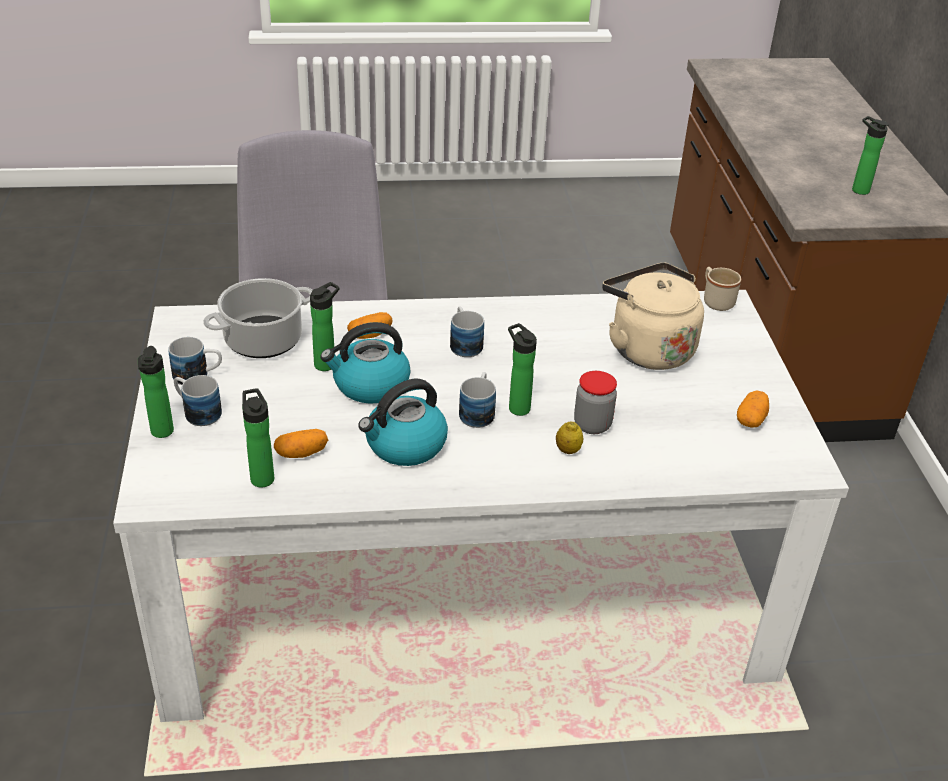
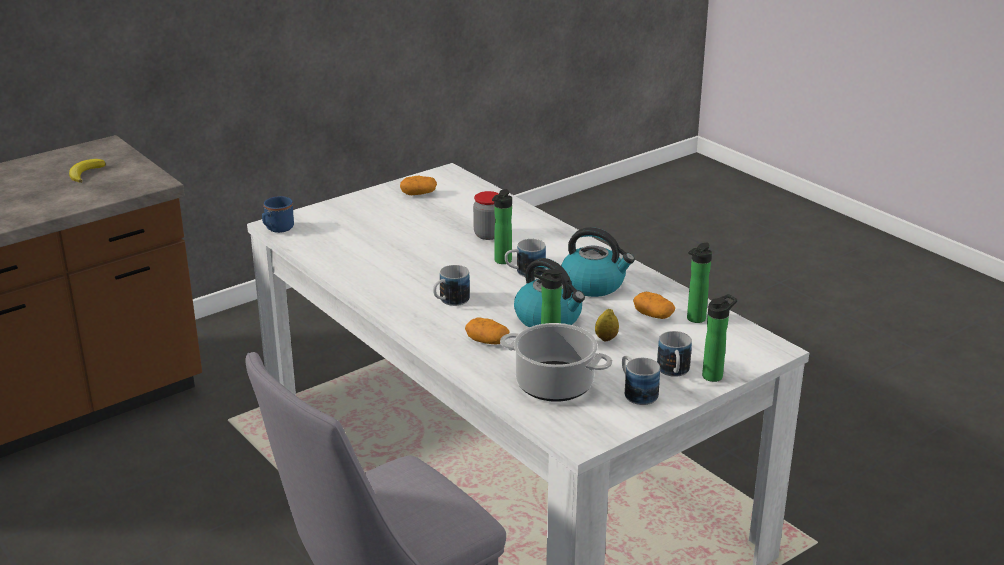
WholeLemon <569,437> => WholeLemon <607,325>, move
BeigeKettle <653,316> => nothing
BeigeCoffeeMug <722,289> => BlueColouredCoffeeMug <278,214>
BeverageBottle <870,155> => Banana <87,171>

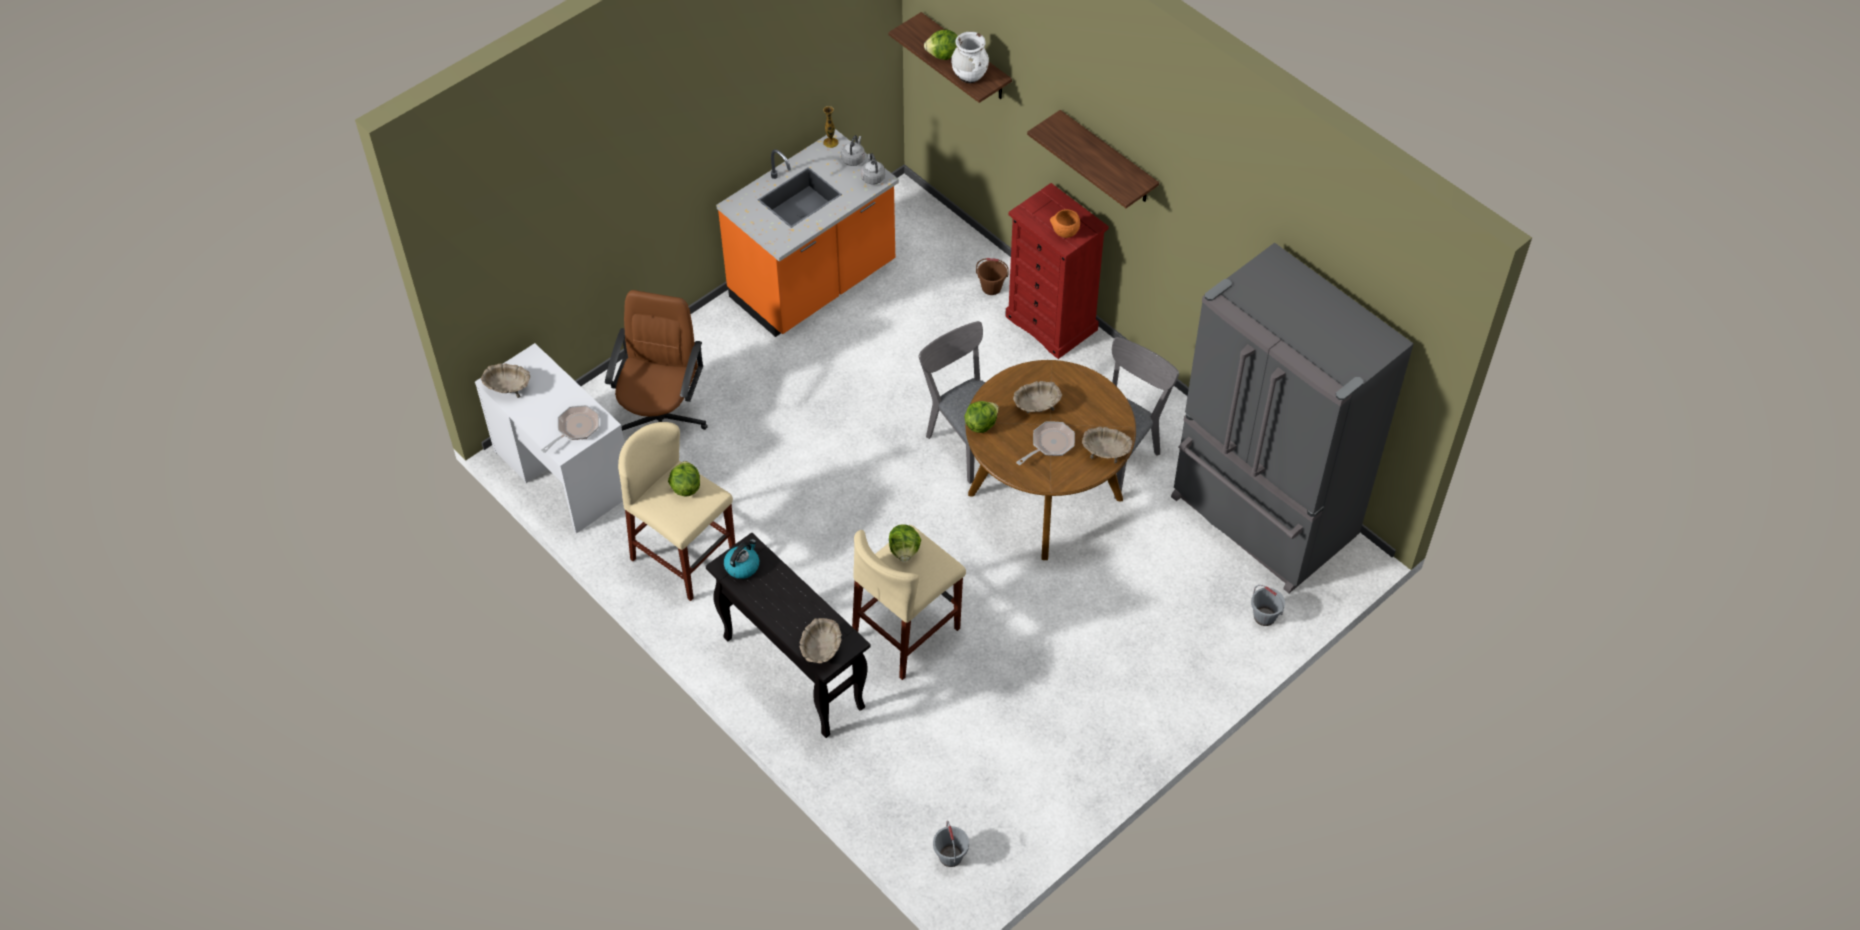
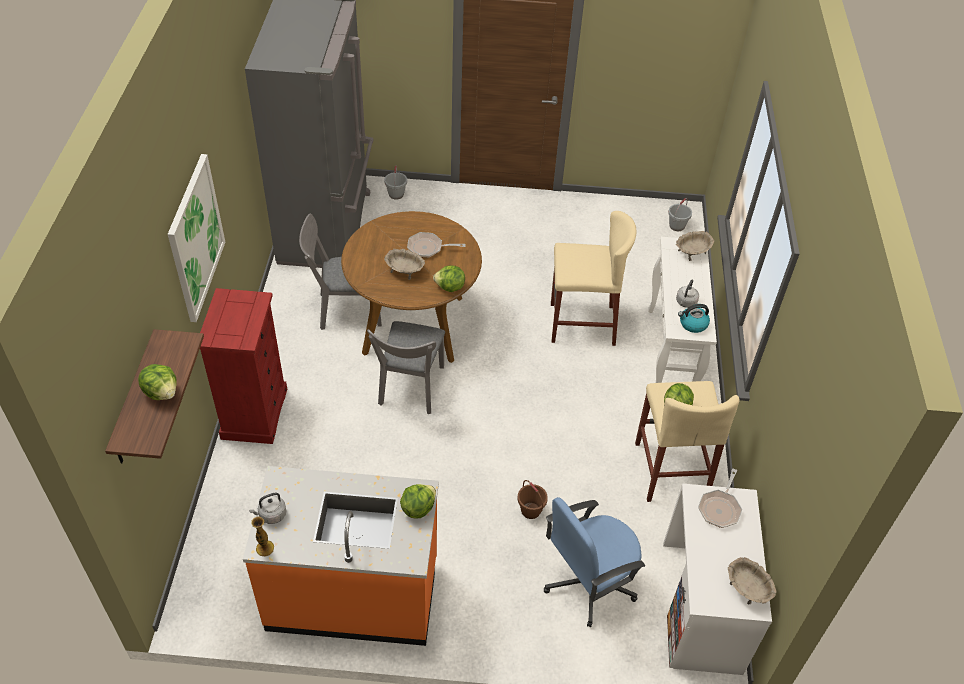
FryingPan <570,429> => FryingPan <720,498>, 60 degrees counterclockwise
BrownishOfficeChair <656,360> => BlueColouredOfficeChair <594,562>
BlackHallTable <788,635> => WhiteHallTable <682,310>
GrayKettle <873,169> => GrayKettle <687,293>, move
LettuceHead <905,543> => LettuceHead <418,501>, move
WhiteFlowerVase <970,57> => nothing
BrownishWaterBucket <992,276> => BrownishWaterBucket <532,499>, move
WallShelf <1093,159> => WallArt <196,238>
OrangeServingBowl <1065,223> => nothing
BeigeServingBowl <1107,445> => nothing

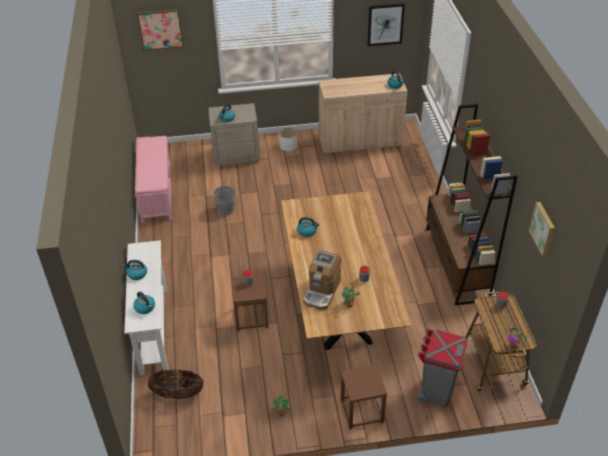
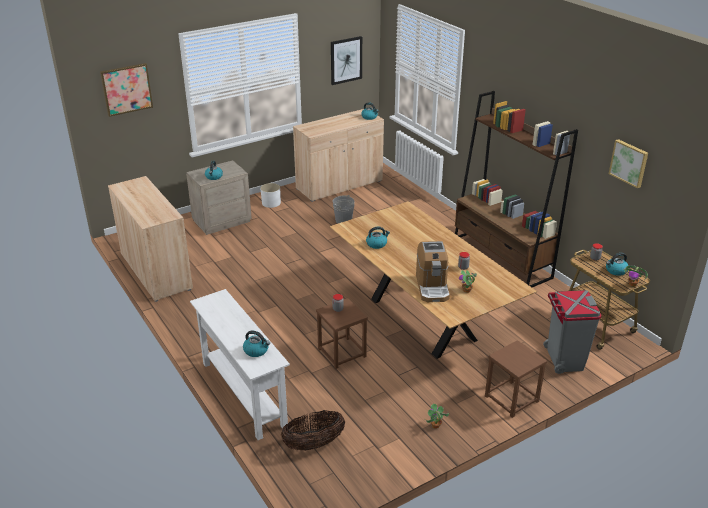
Kettle <134,270> => Kettle <617,264>, move
PinkishLongSeat <153,179> => BeigeStorageCabinet <150,239>
GrayWaterBucket <224,200> => GrayWaterBucket <344,209>, move

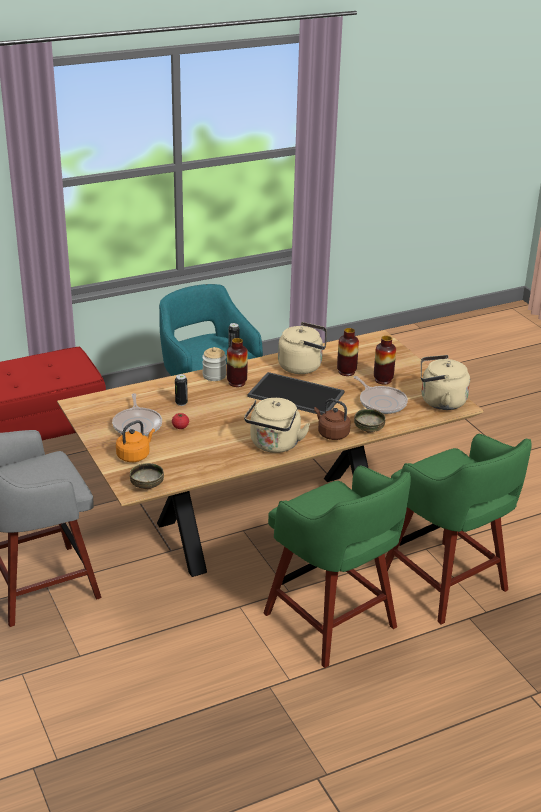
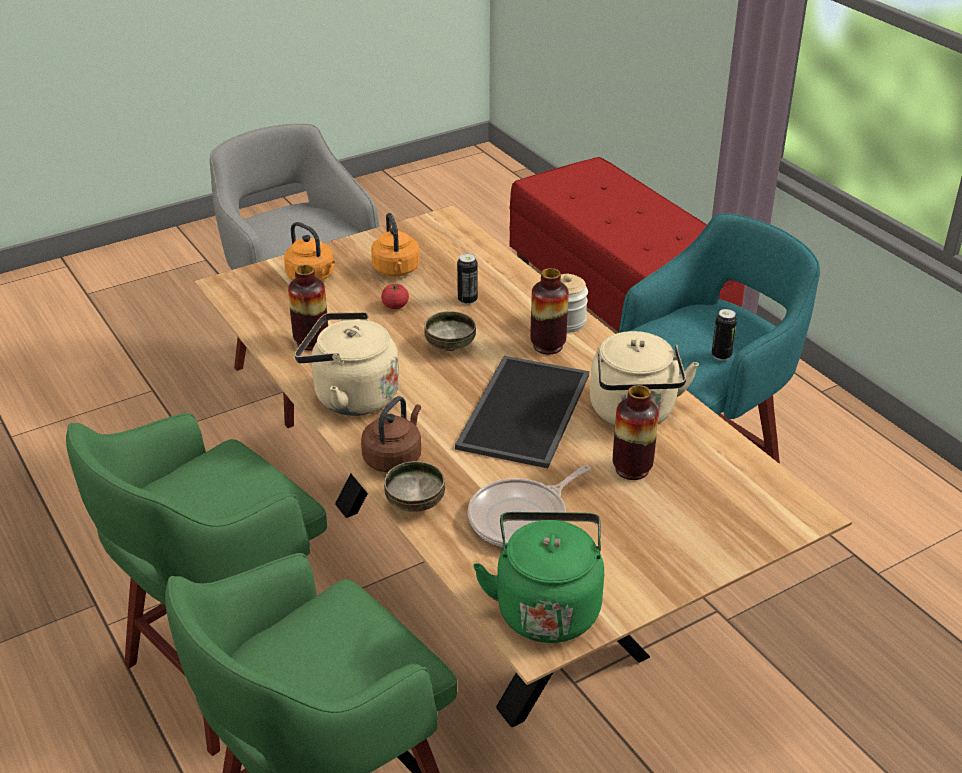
FryingPan <137,414> => OrangeKettle <395,245>
ServingBowl <147,476> => ServingBowl <450,331>, move
FlowerVase <385,360> => FlowerVase <308,308>, move
BeigeKettle <445,382> => GreenColouredKettle <538,577>

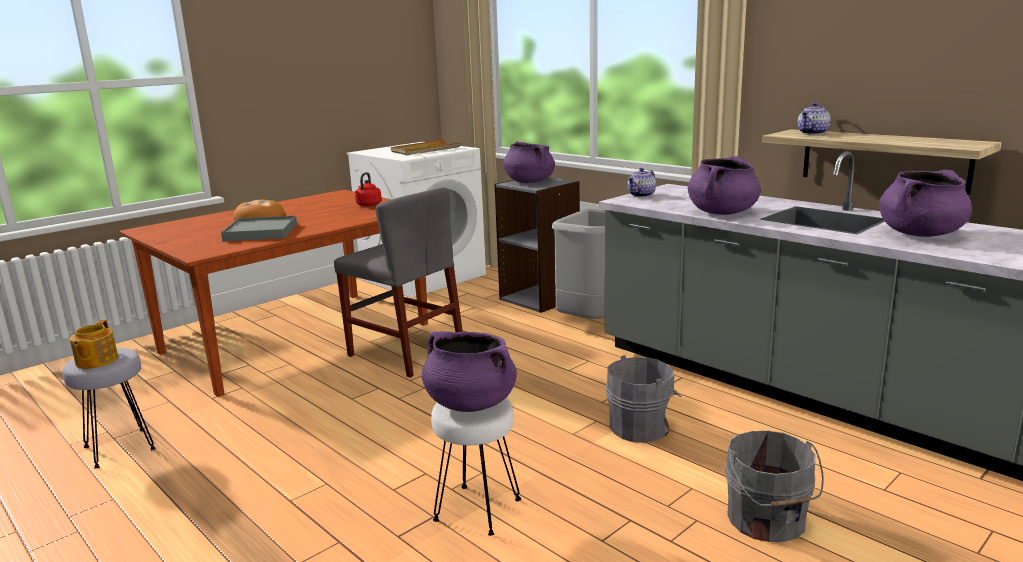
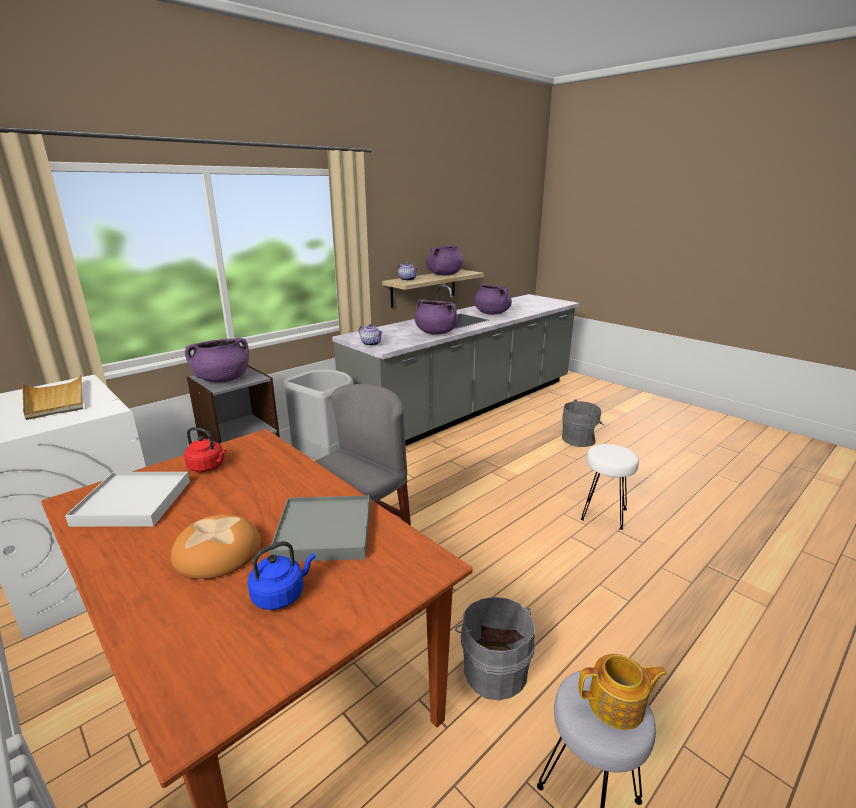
PurpleSaucepot <469,371> => PurpleSaucepot <445,260>, move
GrayWaterBucket <643,399> => GrayWaterBucket <495,648>, move
nothing => WhiteCarryingTray <127,499>
nothing => BlueColouredKettle <281,575>

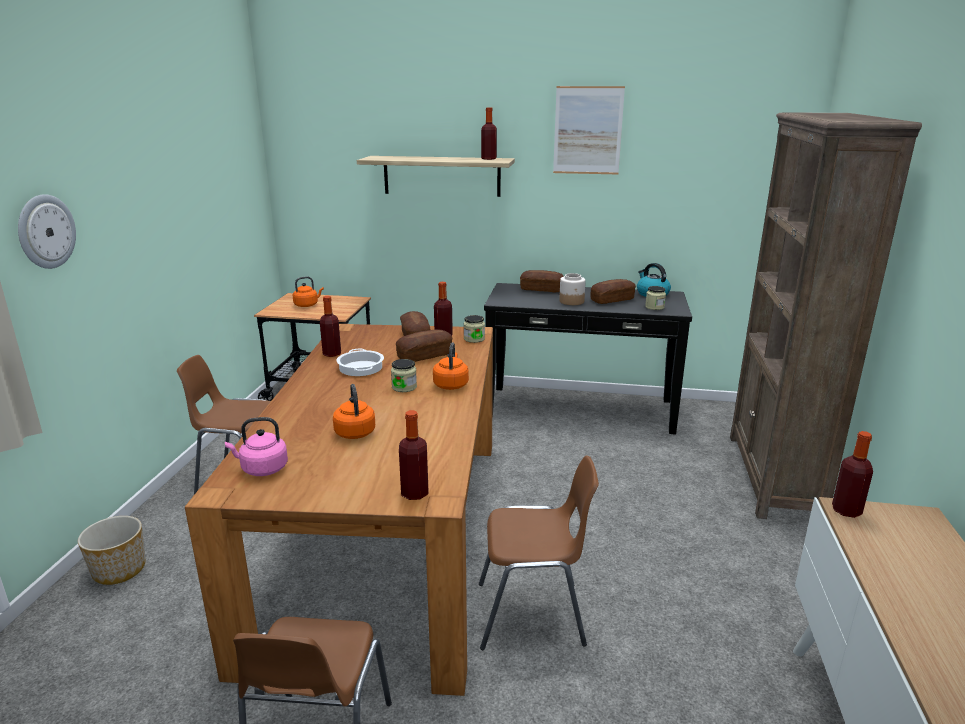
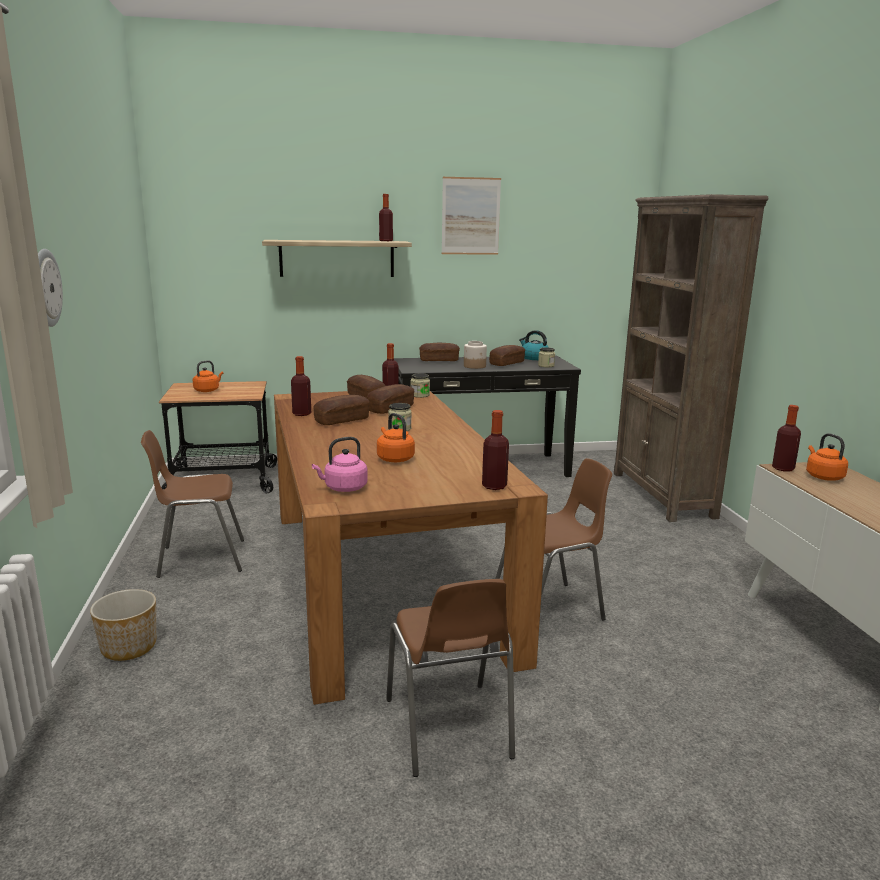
Saucepot <360,362> => BakeryBread <341,410>
OrangeKettle <451,366> => OrangeKettle <827,457>, move

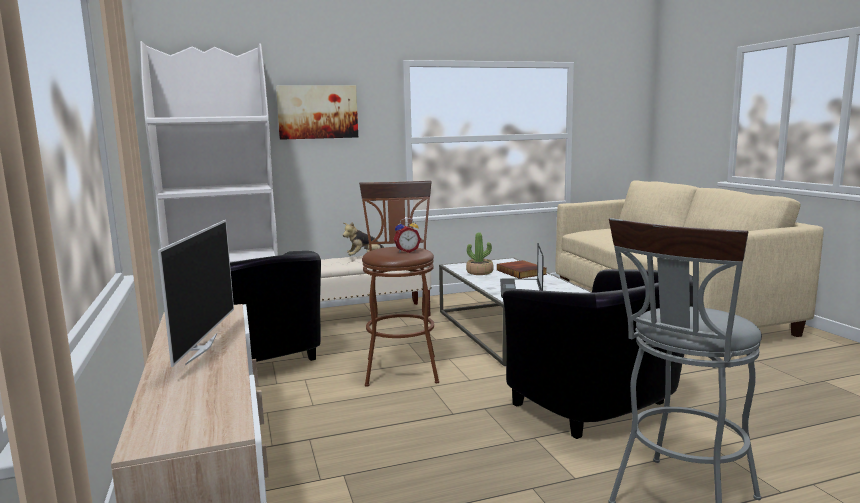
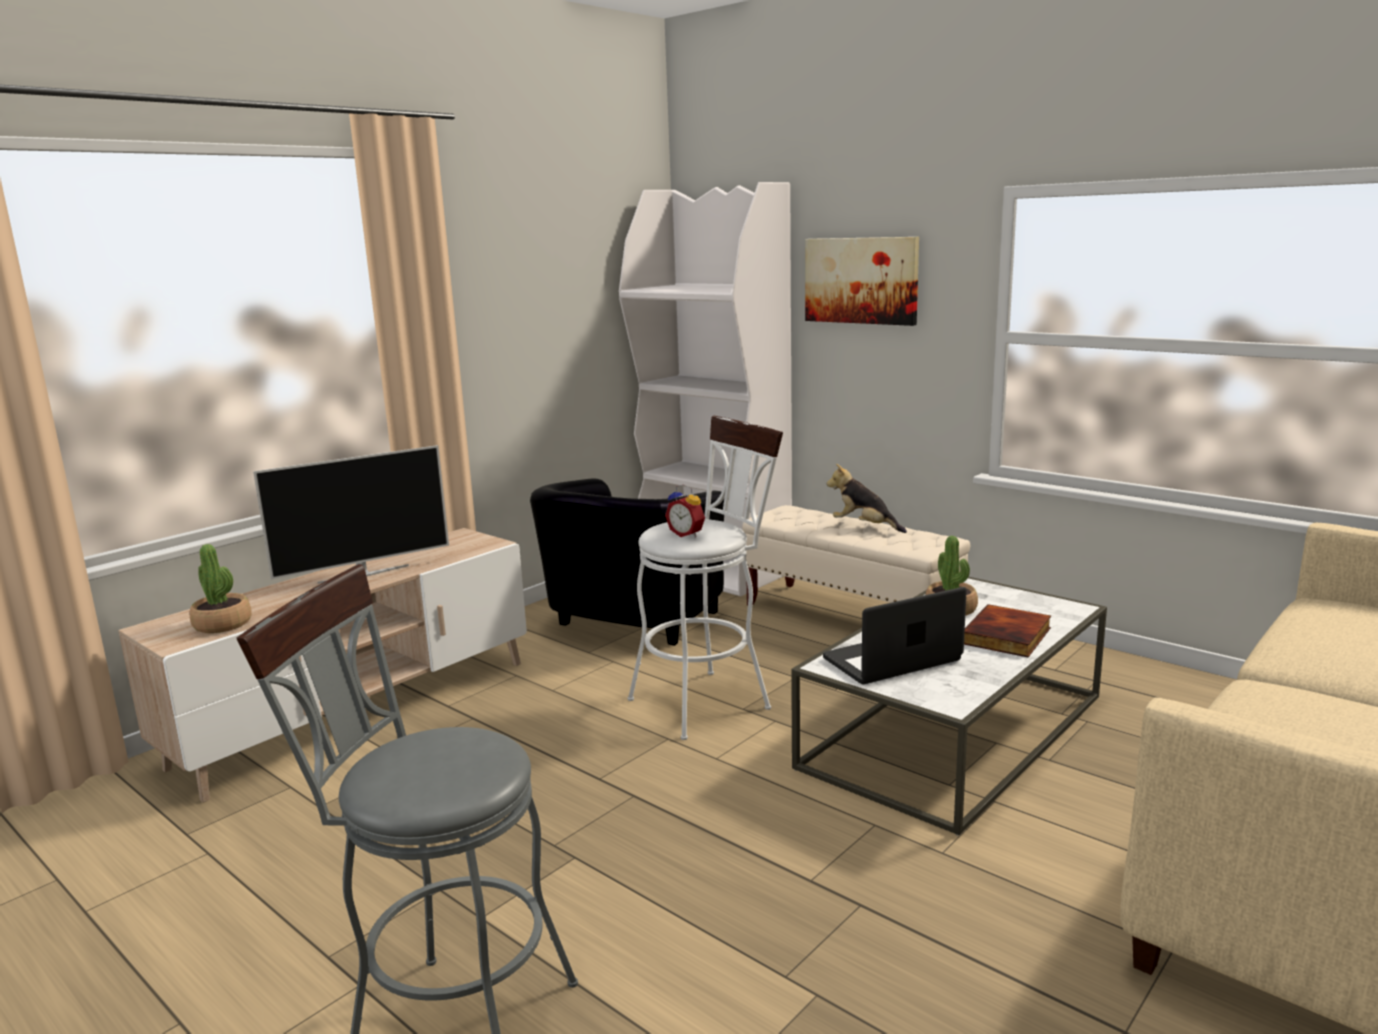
BrownishStoolSeat <399,284> => WhiteStoolSeat <705,578>
BlackLoungeChair <598,354> => nothing
nothing => PottedPlant <221,588>

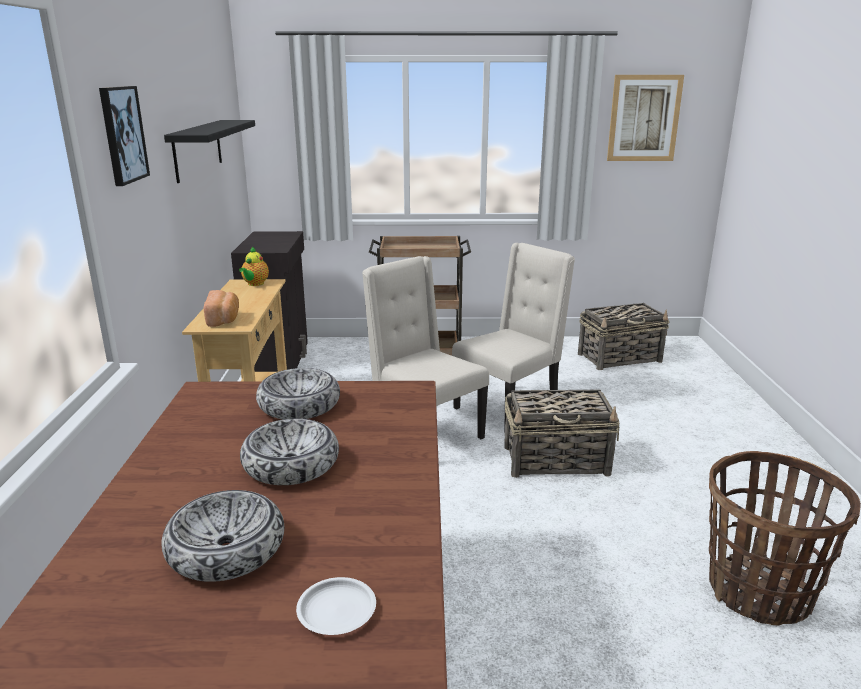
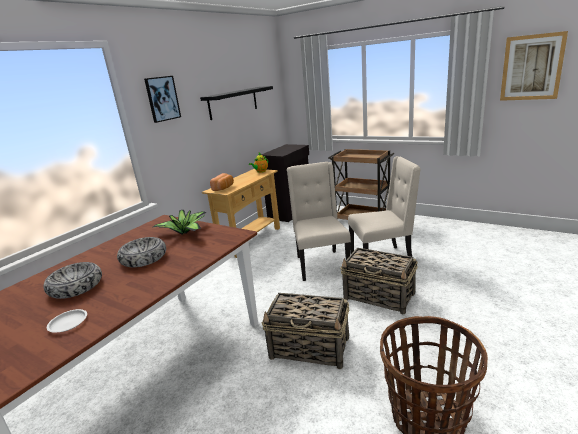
ServingBowl <298,393> => PottedPlant <179,222>
Basket <623,336> => Basket <305,331>, move

